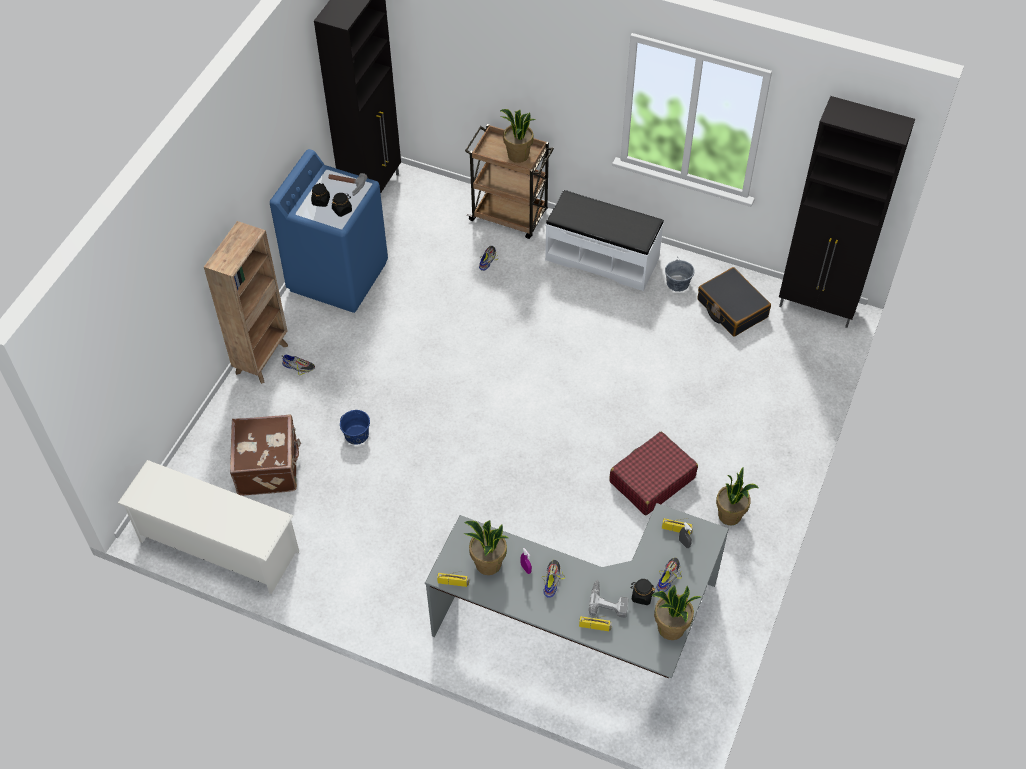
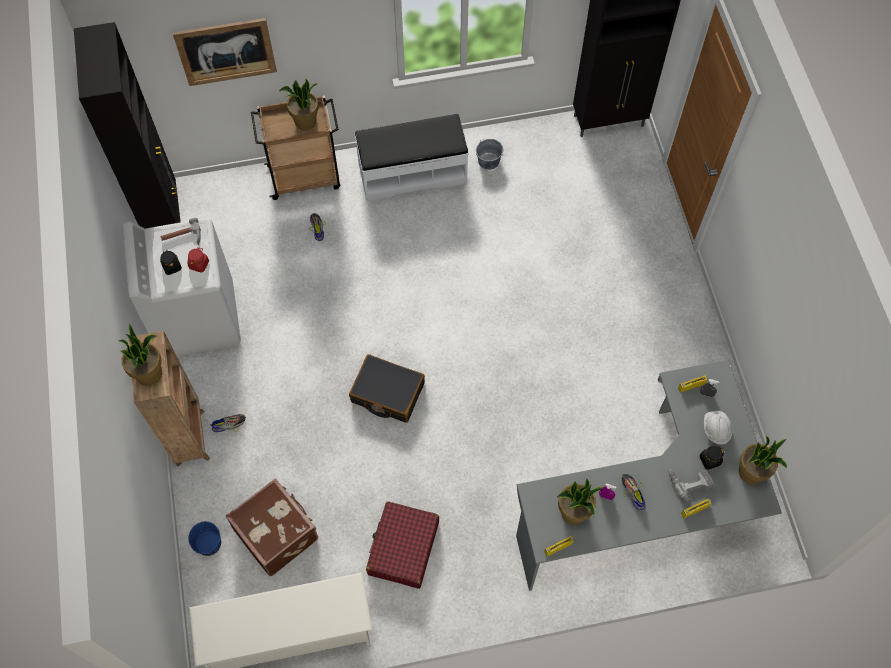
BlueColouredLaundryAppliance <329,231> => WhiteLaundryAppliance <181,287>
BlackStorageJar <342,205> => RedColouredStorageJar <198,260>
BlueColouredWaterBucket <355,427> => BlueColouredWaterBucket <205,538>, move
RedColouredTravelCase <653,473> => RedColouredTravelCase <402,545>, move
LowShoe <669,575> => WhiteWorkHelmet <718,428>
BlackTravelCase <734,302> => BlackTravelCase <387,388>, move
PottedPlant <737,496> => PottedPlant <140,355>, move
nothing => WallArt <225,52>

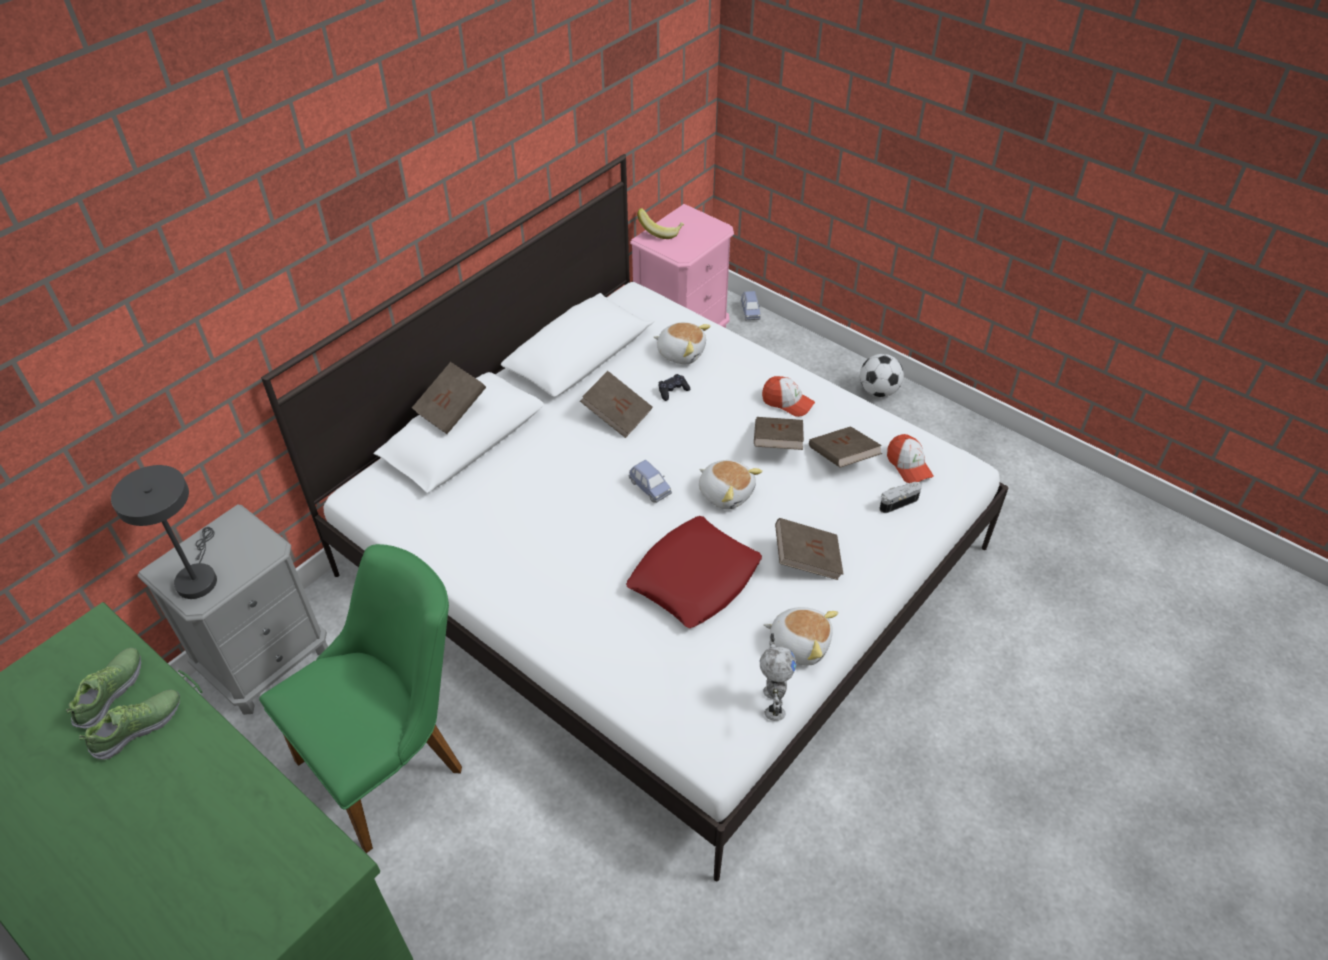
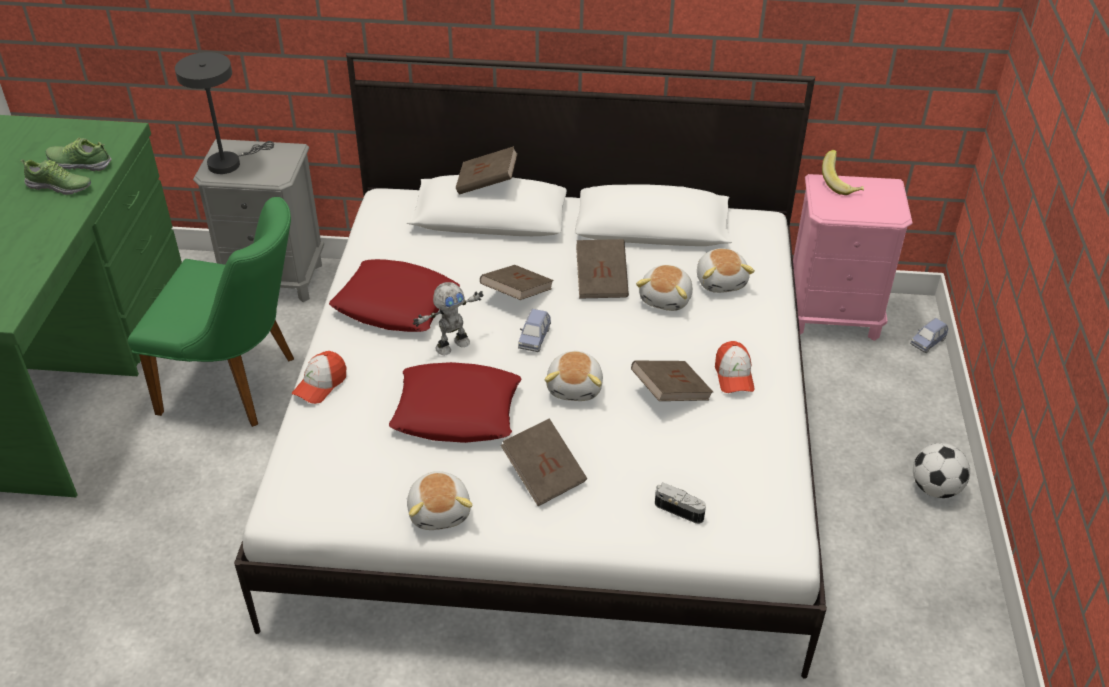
LowShoe <103,688> => LowShoe <79,154>, 150 degrees counterclockwise
BlackGameController <674,387> => CuddlyToy <664,288>
RobotFigure <778,677> => RobotFigure <448,318>, move
BrownishVolume <845,447> => BrownishVolume <517,282>, move
Cap <910,458> => Cap <319,377>, move
nothing => RedColouredThrowPillow <394,295>

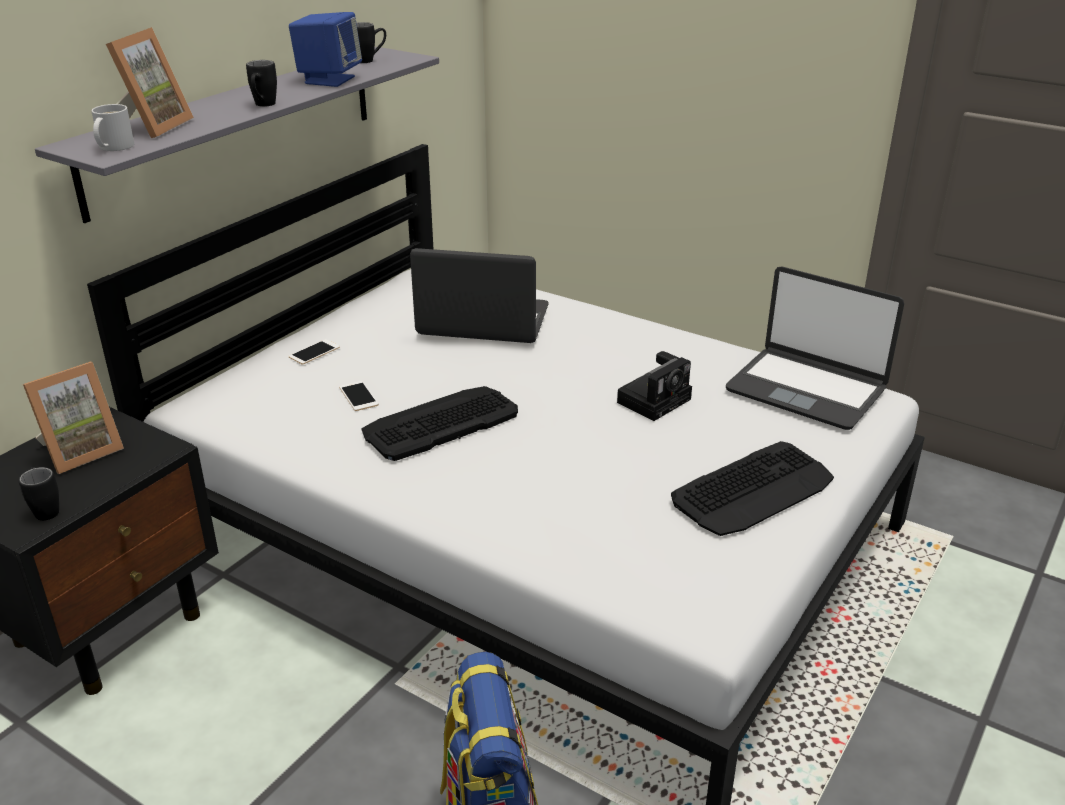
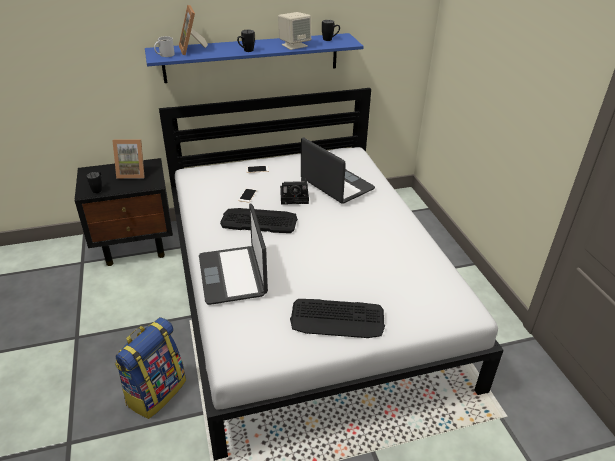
GrayWallShelf <237,135> => BlueColouredWallShelf <254,58>
PictureFrame <150,82> => PictureFrame <193,30>, 105 degrees clockwise
BlueColouredSpeaker <325,49> => BeigeSpeaker <294,31>
PhotoCamera <654,386> => PhotoCamera <294,191>, move
Laptop <815,348> => Laptop <233,254>, move

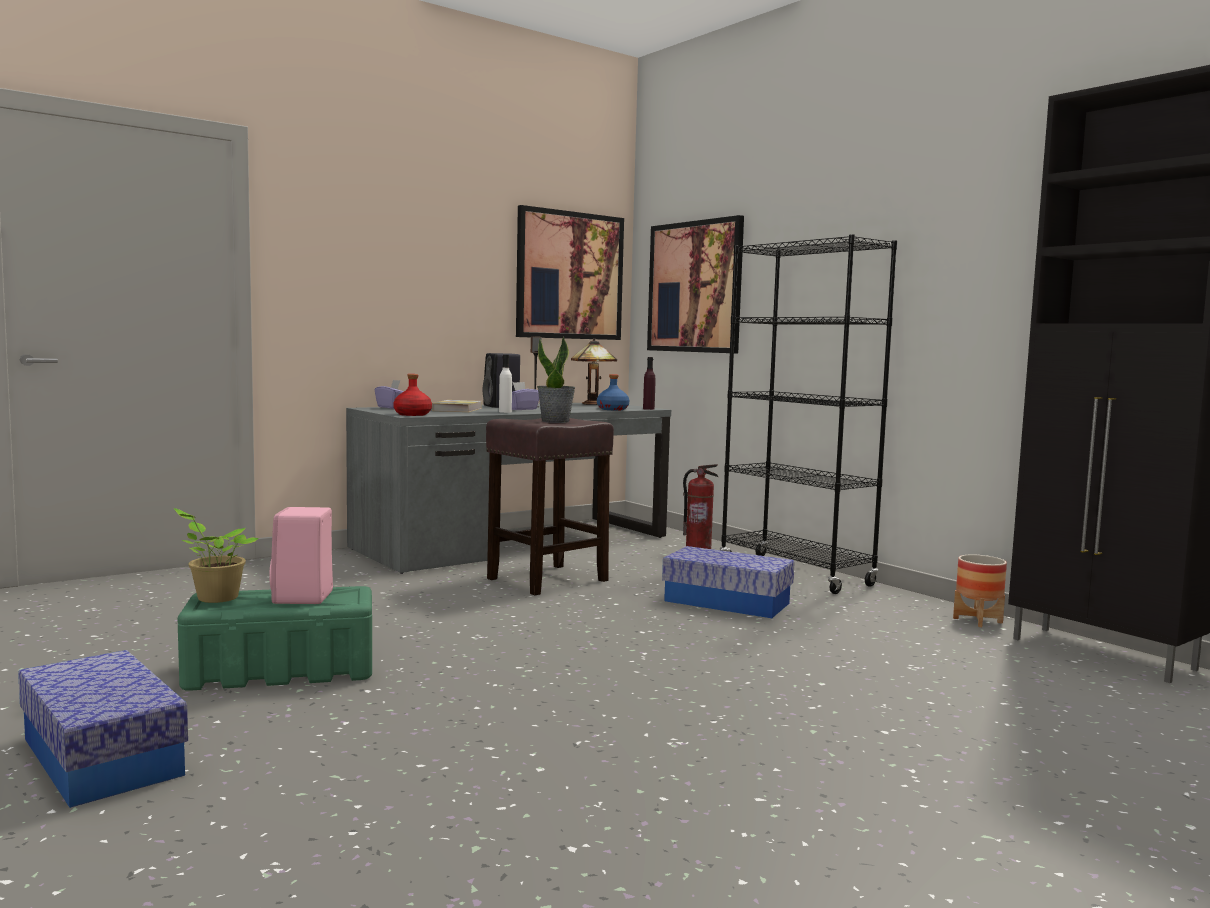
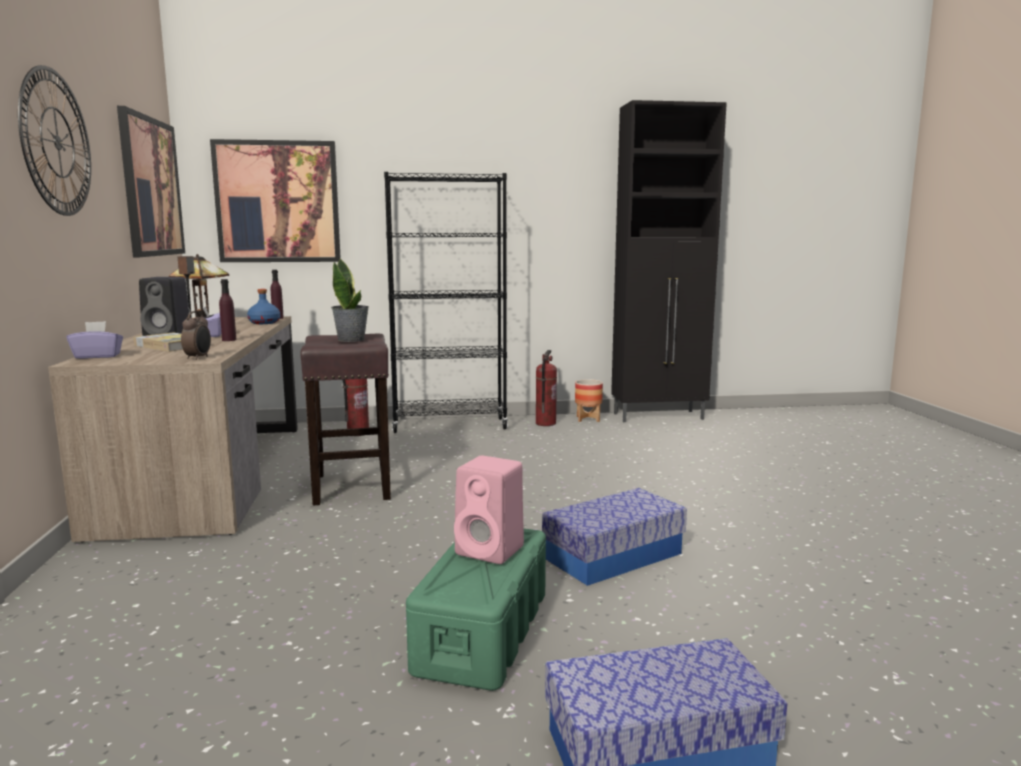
PottedPlant <216,555> => nothing
GrayDeskUnit <508,488> => BrownishDeskUnit <173,429>
RedColouredBeverageBottle <412,395> => TableClock <196,335>
WhiteBeverageBottle <505,384> => PurpleBeverageBottle <227,310>
StorageBox <728,582> => StorageBox <614,537>, move
nothing => WallClock <54,140>
nothing => FireExtinguisher <546,388>

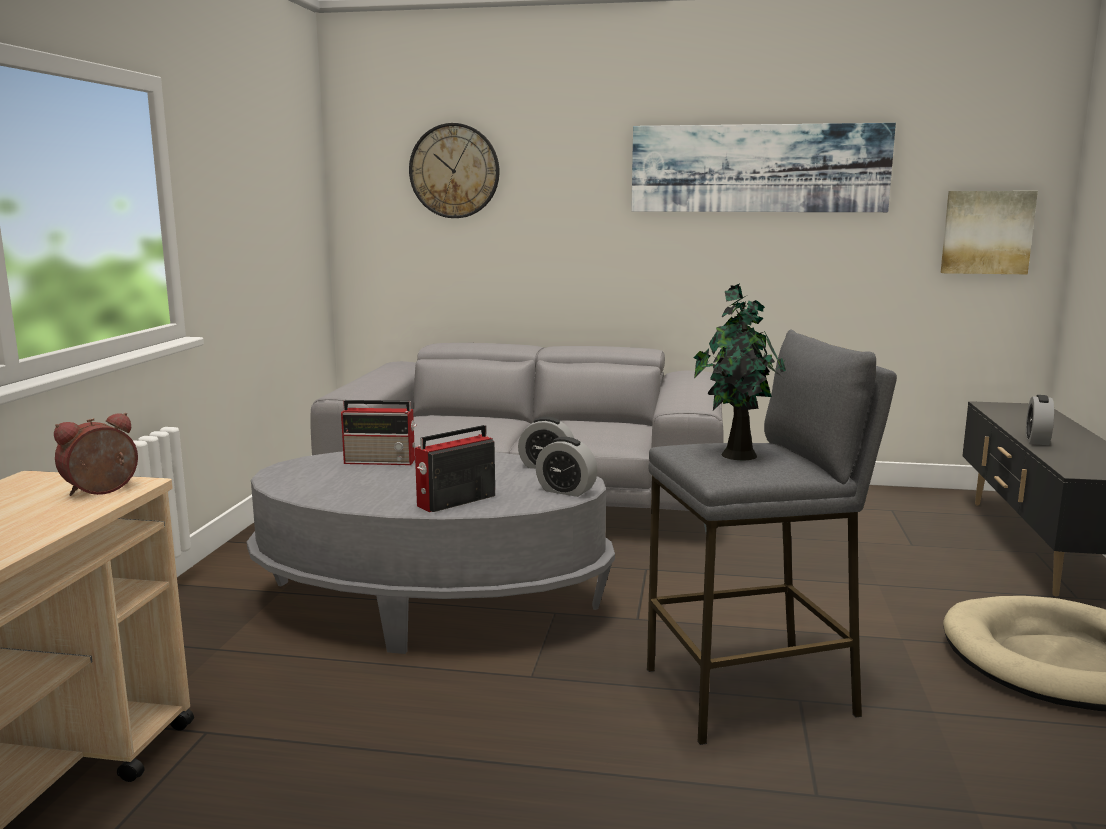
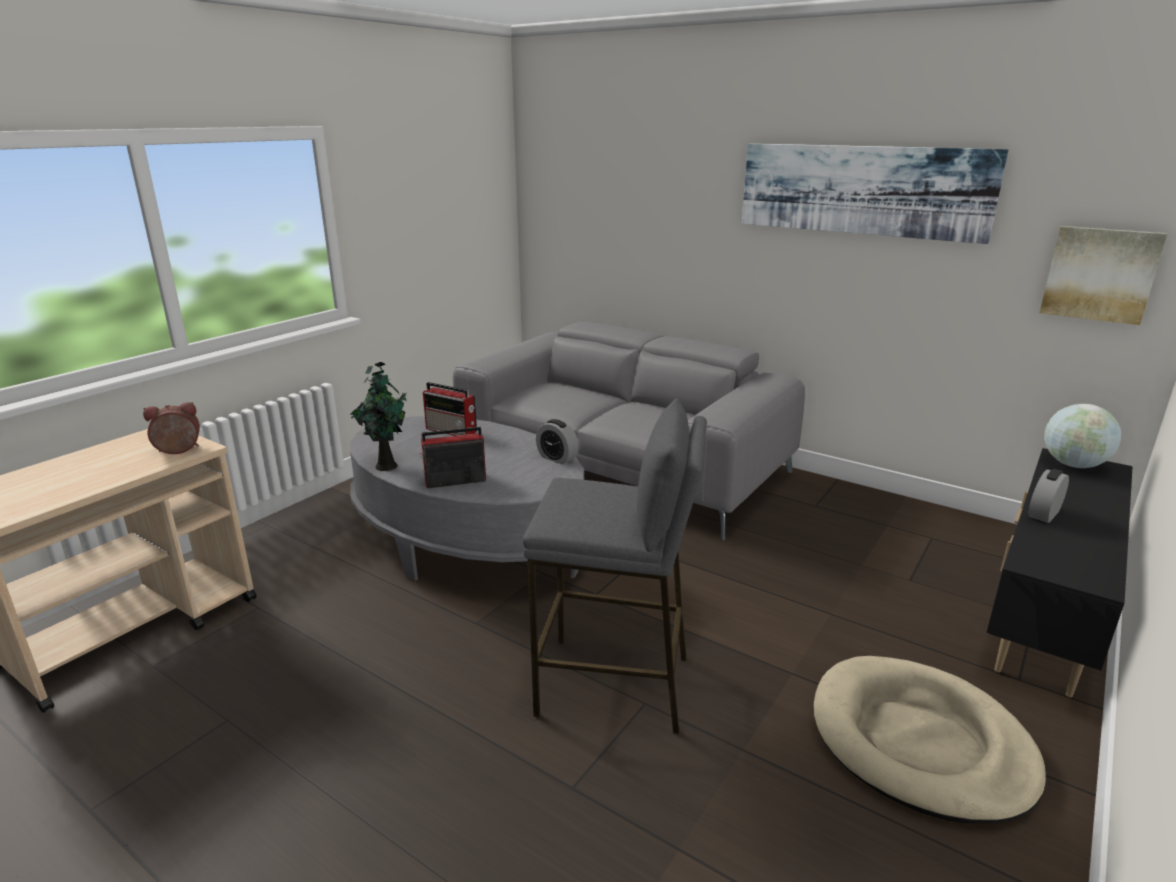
WallClock <454,170> => nothing
TableClock <566,467> => nothing
PottedPlant <739,372> => PottedPlant <378,416>, move
nothing => Globe <1082,436>

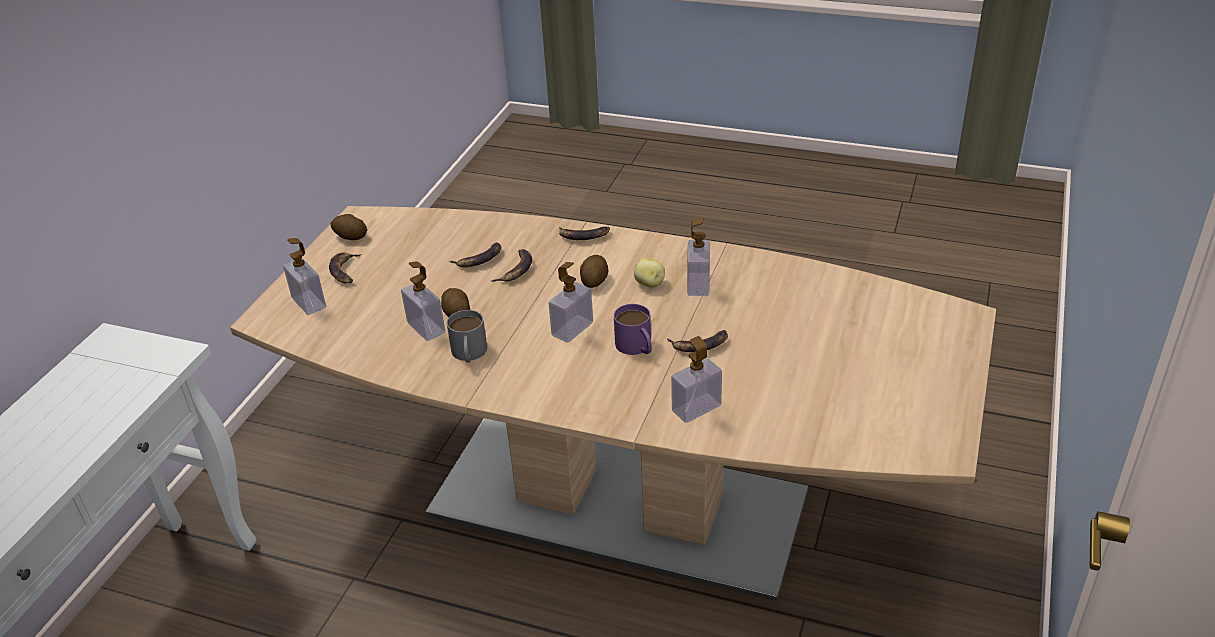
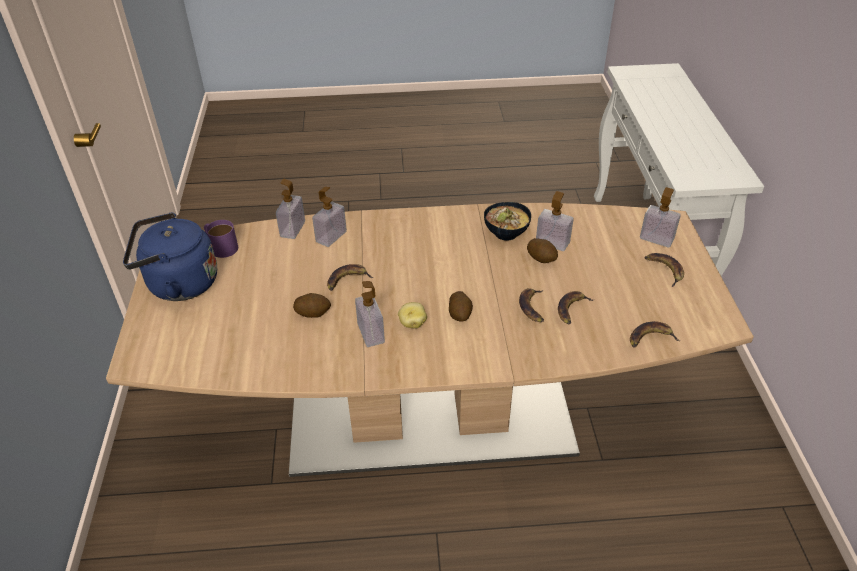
WholePotato <348,227> => WholePotato <312,305>, move
GrayCoffeeMug <467,336> => ServingBowl <507,221>
LiquidSoapBottle <571,302> => LiquidSoapBottle <290,209>, move
Banana <584,233> => Banana <655,334>, move
PurpleCoffeeMug <633,329> => PurpleCoffeeMug <221,239>, move
nothing => BlueColouredKettle <170,257>

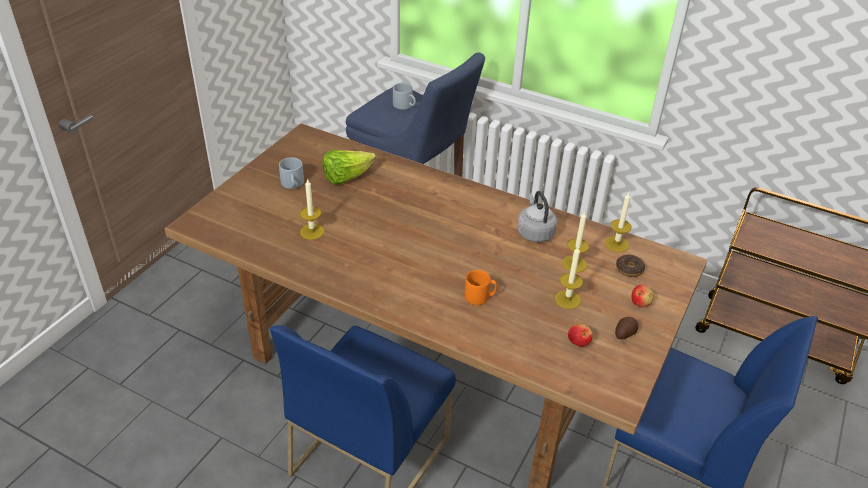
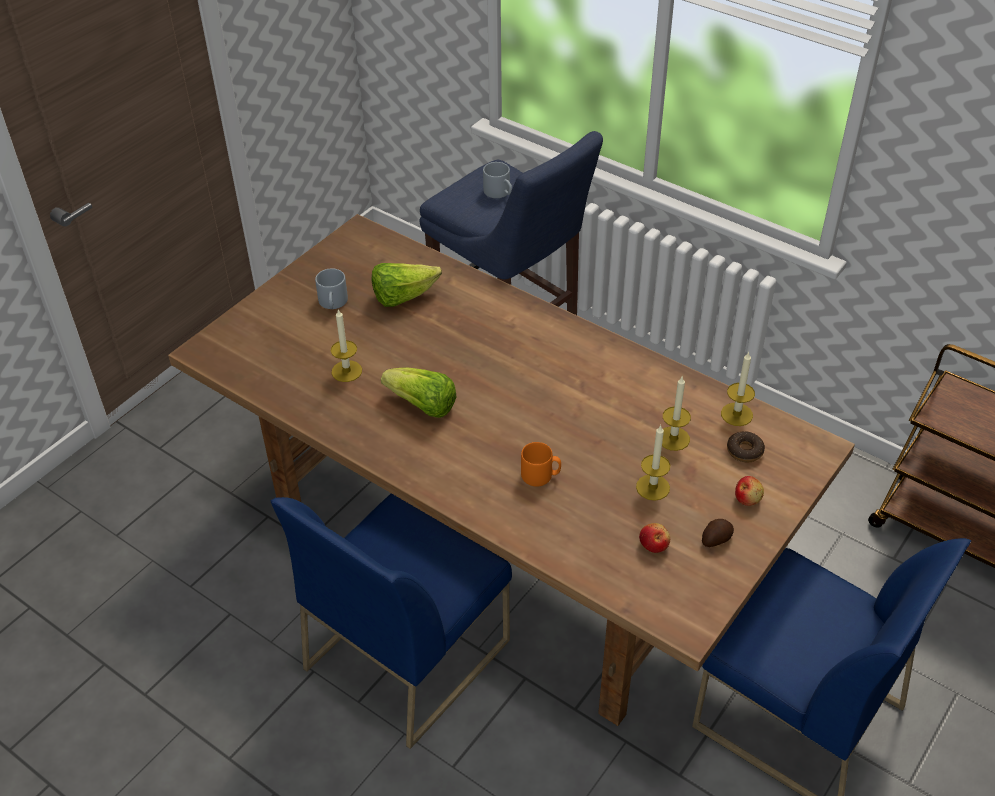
GrayKettle <537,216> => nothing
nothing => LettuceHead <418,393>

